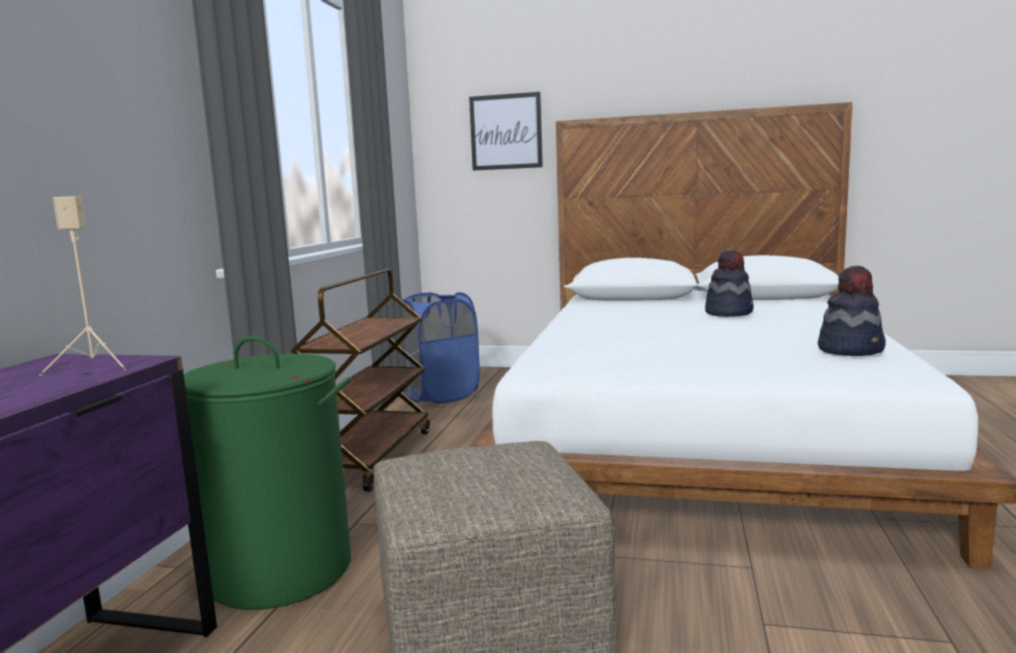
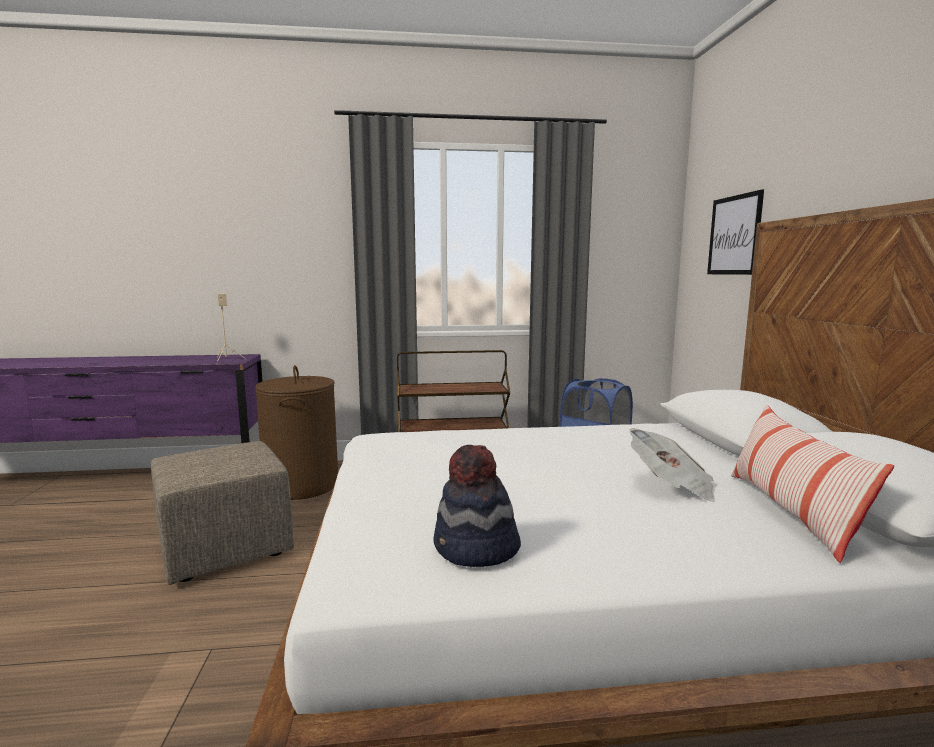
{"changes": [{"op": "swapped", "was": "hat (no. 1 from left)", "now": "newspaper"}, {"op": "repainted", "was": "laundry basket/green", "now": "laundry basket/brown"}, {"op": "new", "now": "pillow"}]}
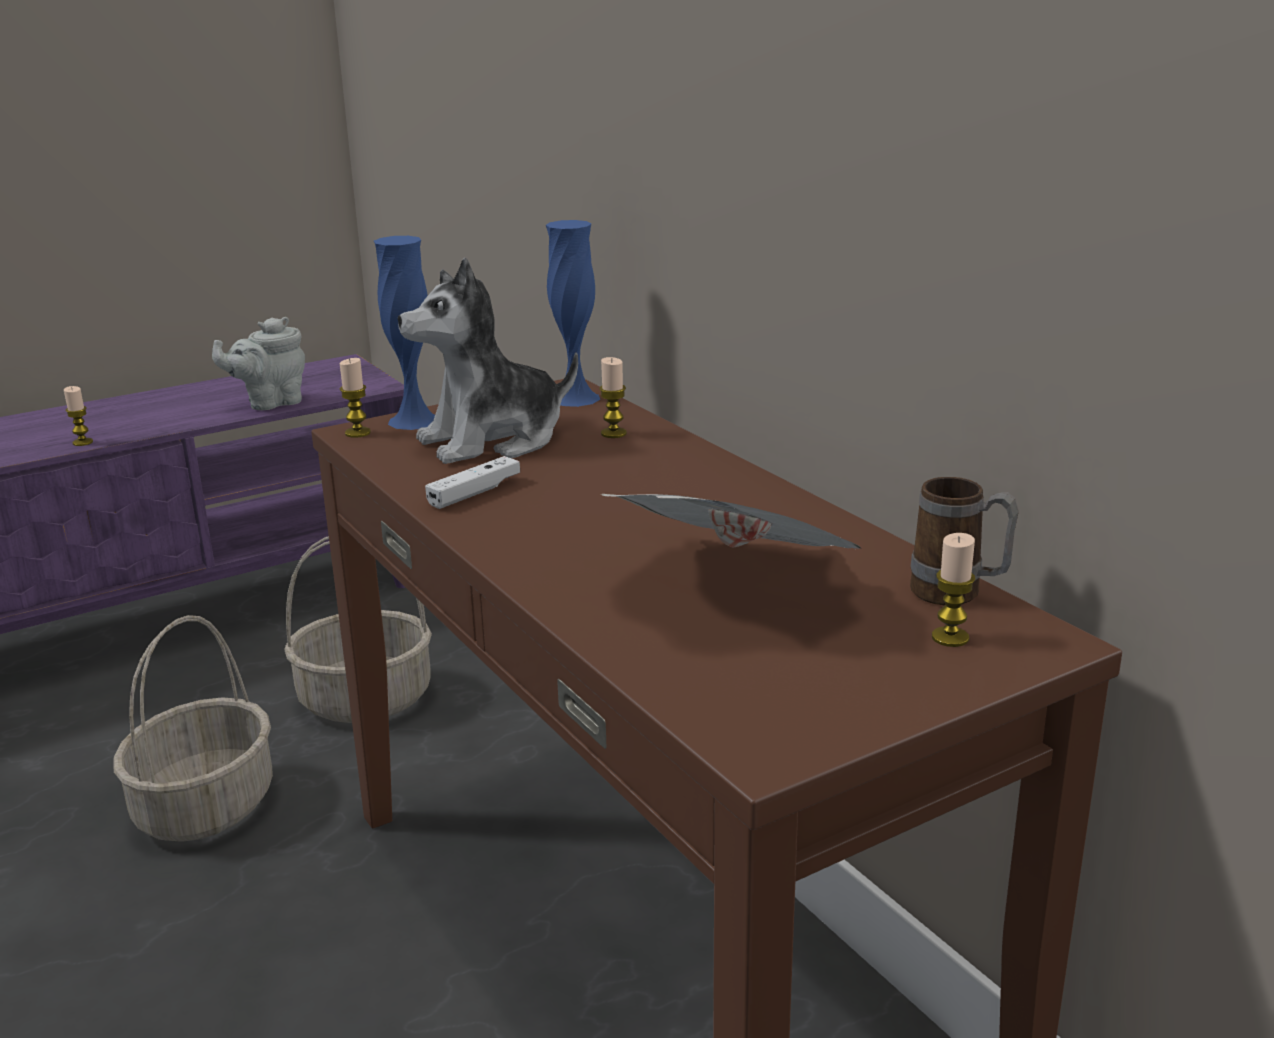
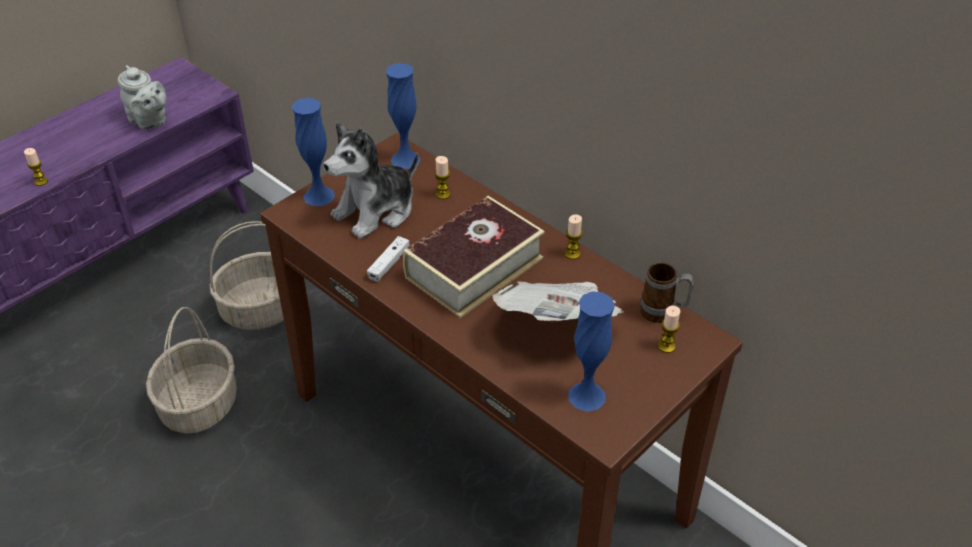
{"changes": [{"op": "rotated", "was": "teapot/grey", "clockwise": -90}, {"op": "shifted", "was": "candle (no. 2 from left in the first image)", "now": "candle (no. 3 from left)"}, {"op": "new", "now": "book"}, {"op": "new", "now": "vase/blue (no. 3 from left)"}]}
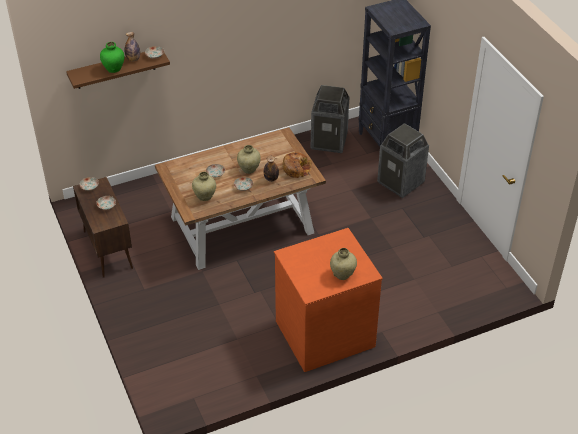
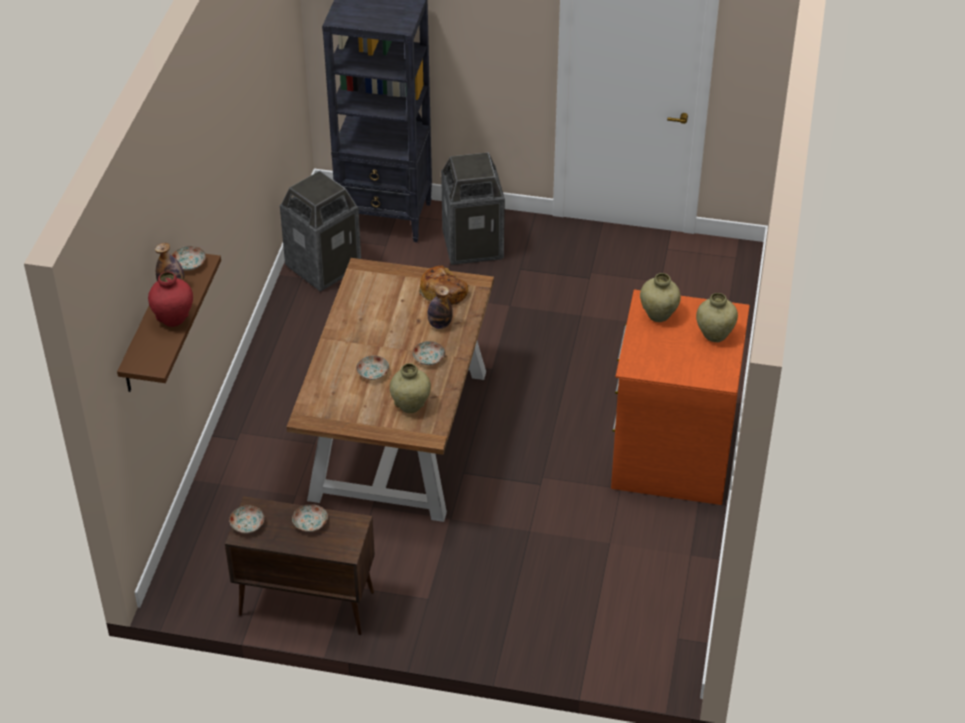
{"changes": [{"op": "repainted", "was": "vase/green", "now": "vase/red"}, {"op": "shifted", "was": "vase/beige (no. 2 from left)"}]}
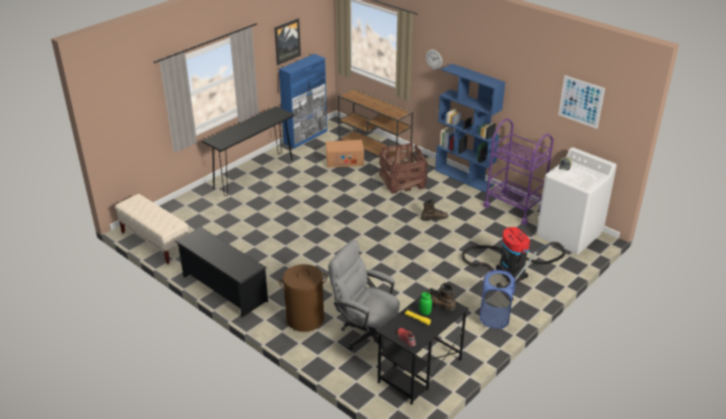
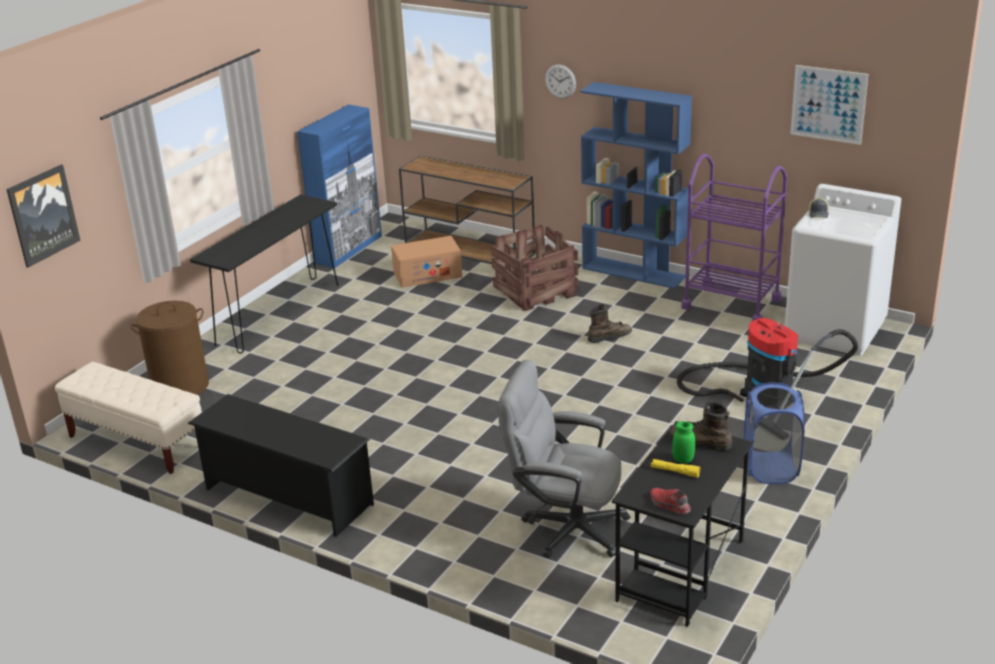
{"changes": [{"op": "shifted", "was": "picture (no. 1 from left)"}, {"op": "shifted", "was": "laundry basket/brown"}]}
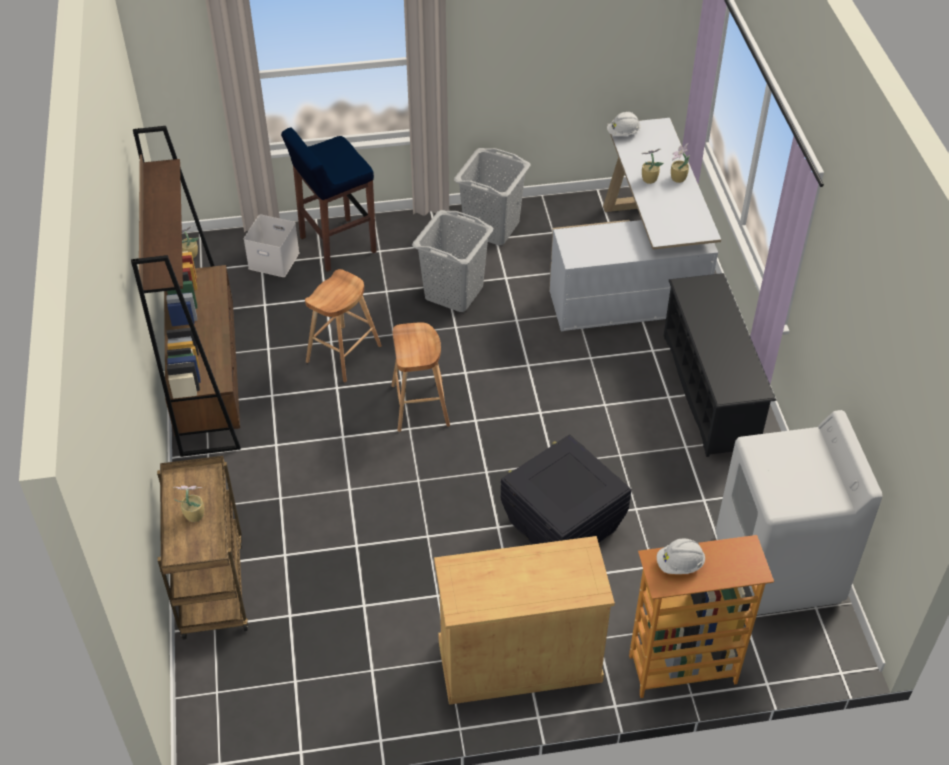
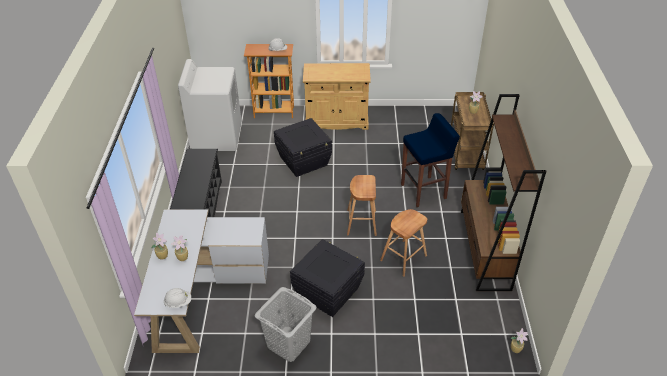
{"changes": [{"op": "shifted", "was": "stool/blue"}, {"op": "swapped", "was": "laundry basket/grey (no. 1 from left)", "now": "storage box/black (no. 2 from left)"}, {"op": "gone", "was": "storage box/white"}]}
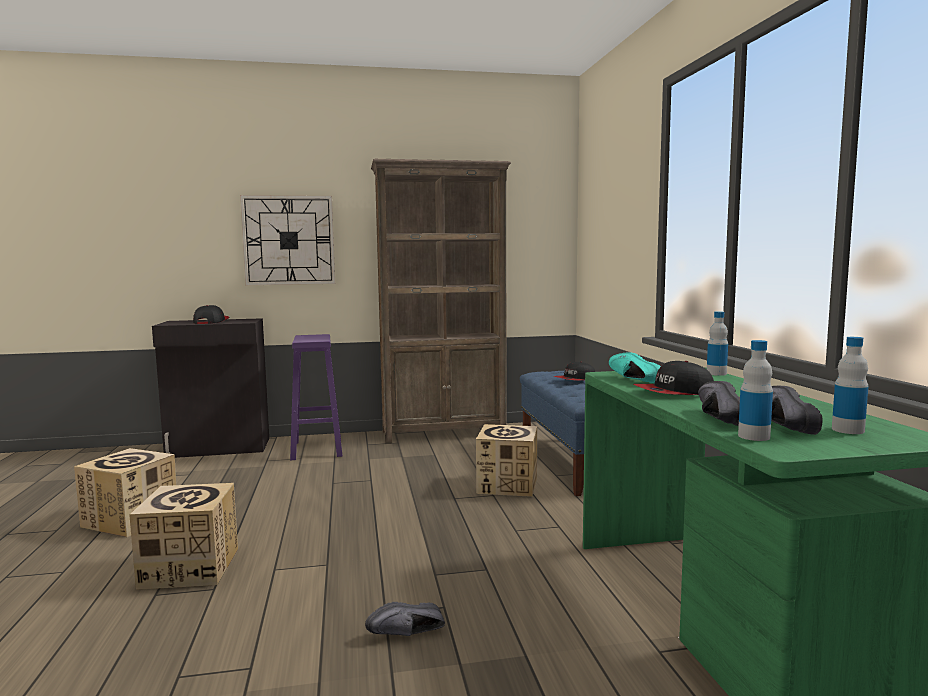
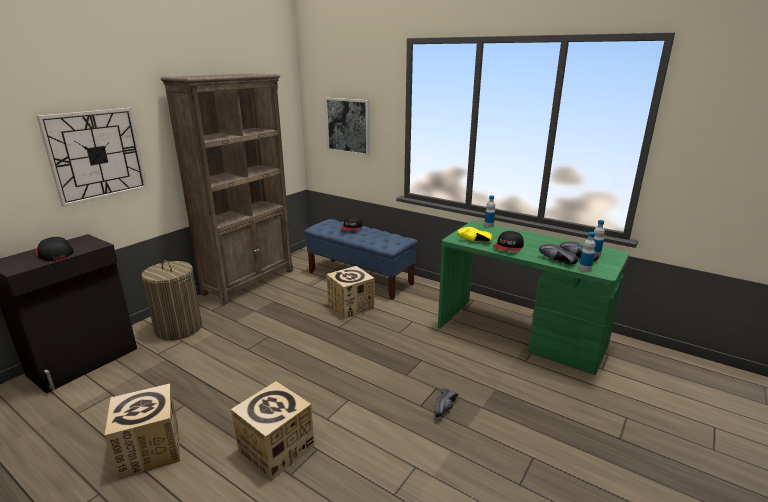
{"changes": [{"op": "swapped", "was": "stool/purple", "now": "laundry basket"}, {"op": "repainted", "was": "shoe/turquoise", "now": "shoe/yellow"}, {"op": "new", "now": "picture"}]}
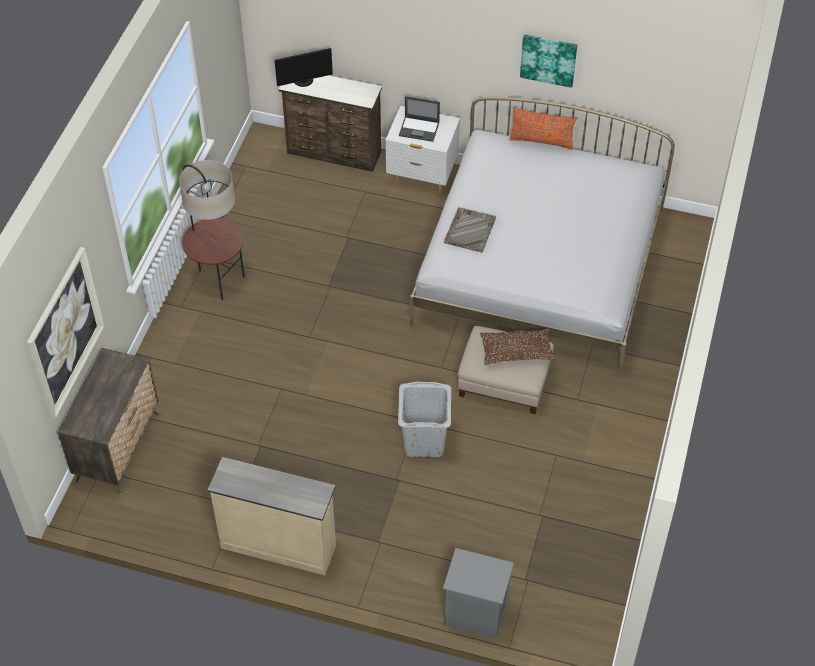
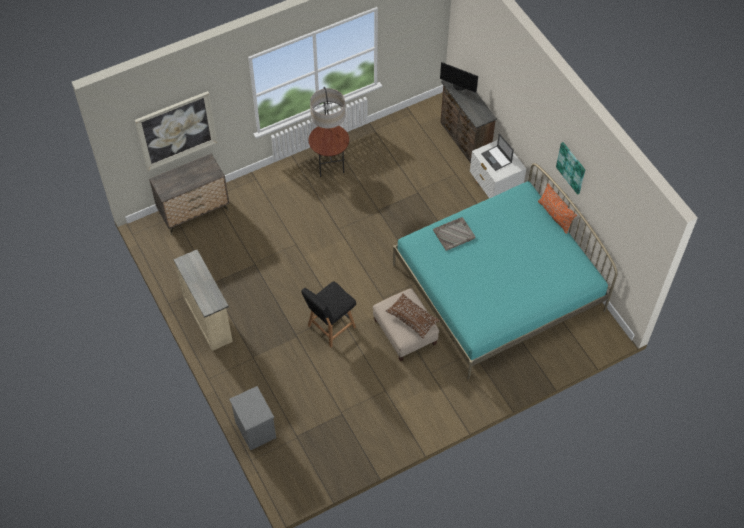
{"changes": [{"op": "repainted", "was": "bed/white", "now": "bed/turquoise"}, {"op": "swapped", "was": "laundry basket/grey", "now": "chair/black"}]}
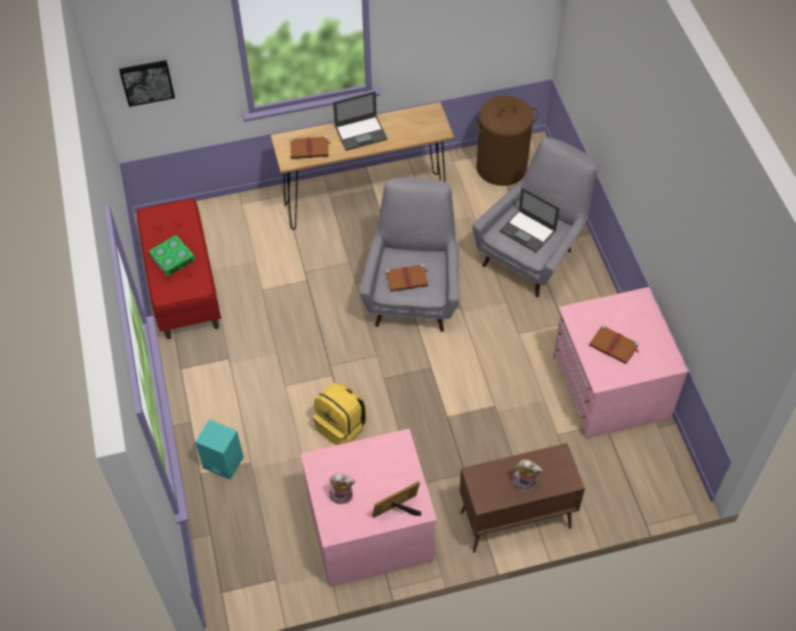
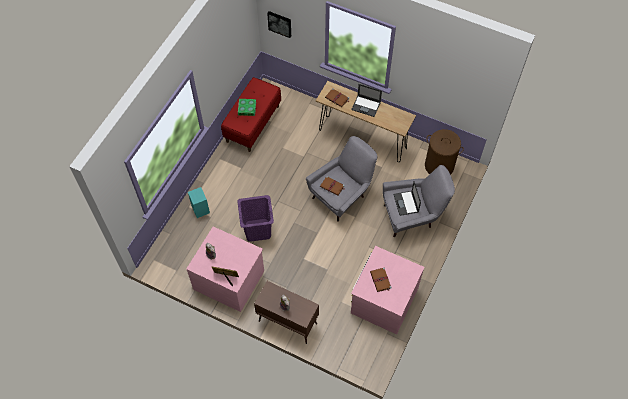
{"changes": [{"op": "swapped", "was": "backpack/yellow", "now": "laundry basket/purple"}]}
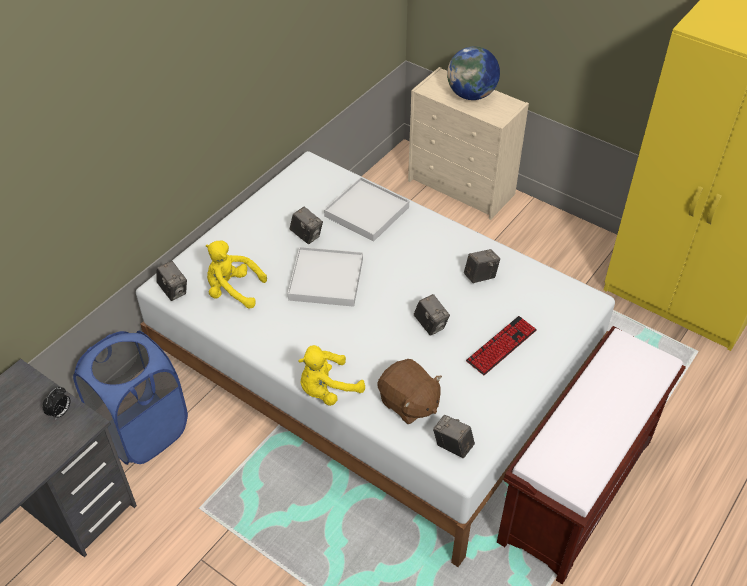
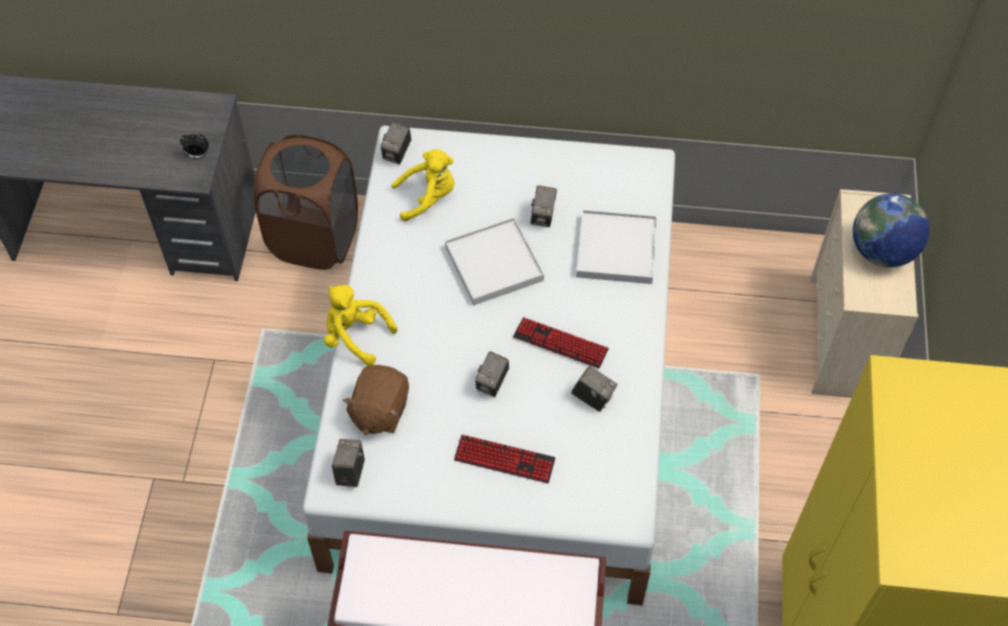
{"changes": [{"op": "rotated", "was": "plush toy/yellow (no. 1 from left in the first image)", "clockwise": 90}, {"op": "repainted", "was": "laundry basket/blue", "now": "laundry basket/brown"}, {"op": "new", "now": "keyboard (no. 2 from left)"}]}
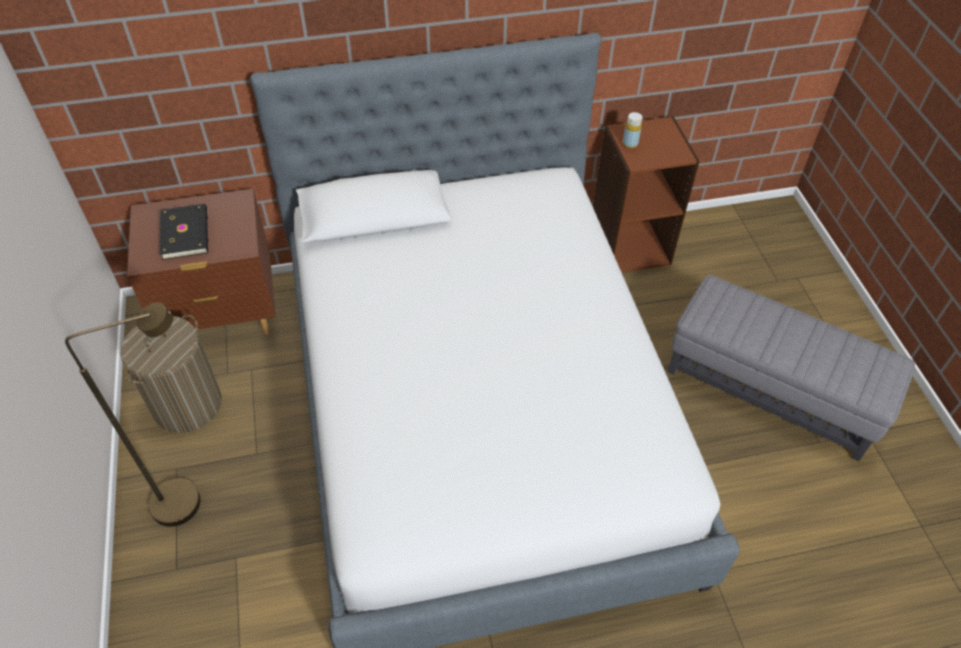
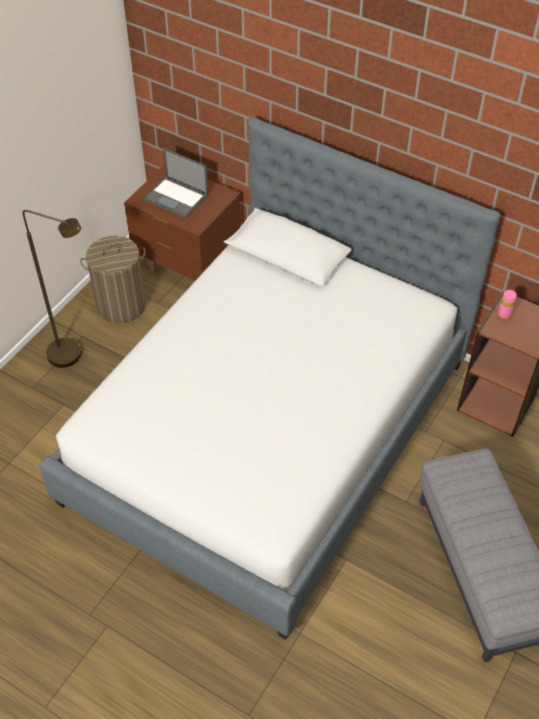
{"changes": [{"op": "repainted", "was": "bottle/yellow", "now": "bottle/pink"}, {"op": "swapped", "was": "book/black", "now": "laptop"}]}
